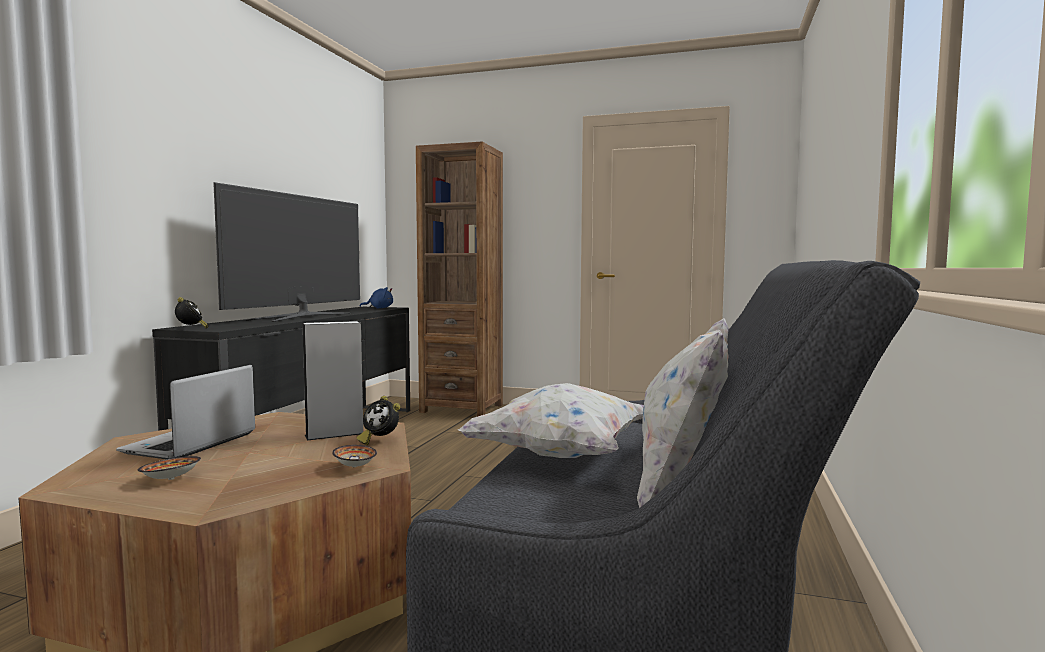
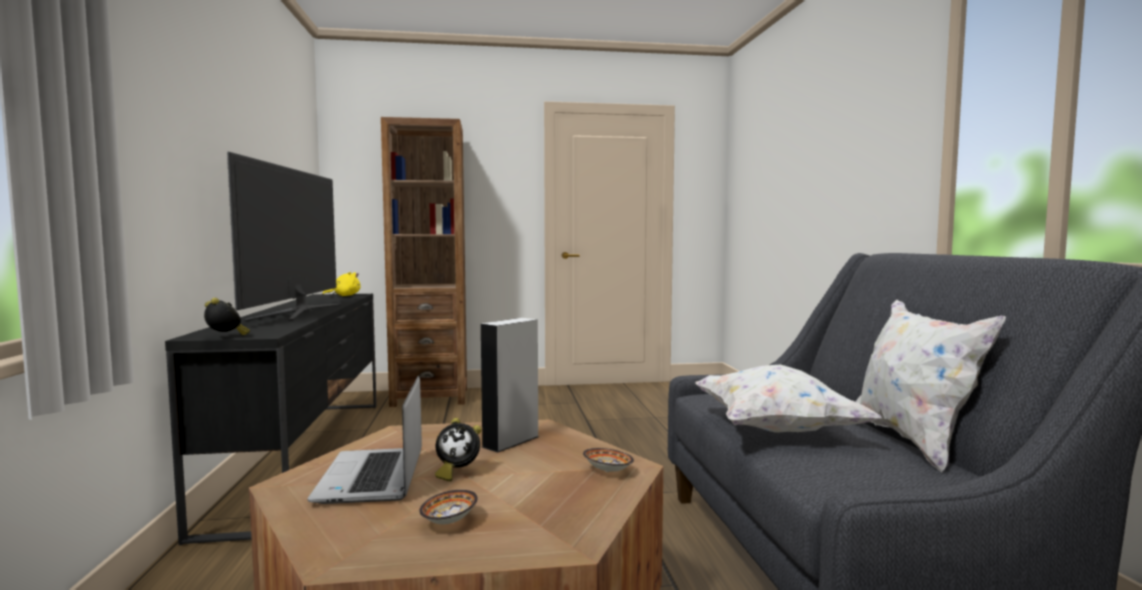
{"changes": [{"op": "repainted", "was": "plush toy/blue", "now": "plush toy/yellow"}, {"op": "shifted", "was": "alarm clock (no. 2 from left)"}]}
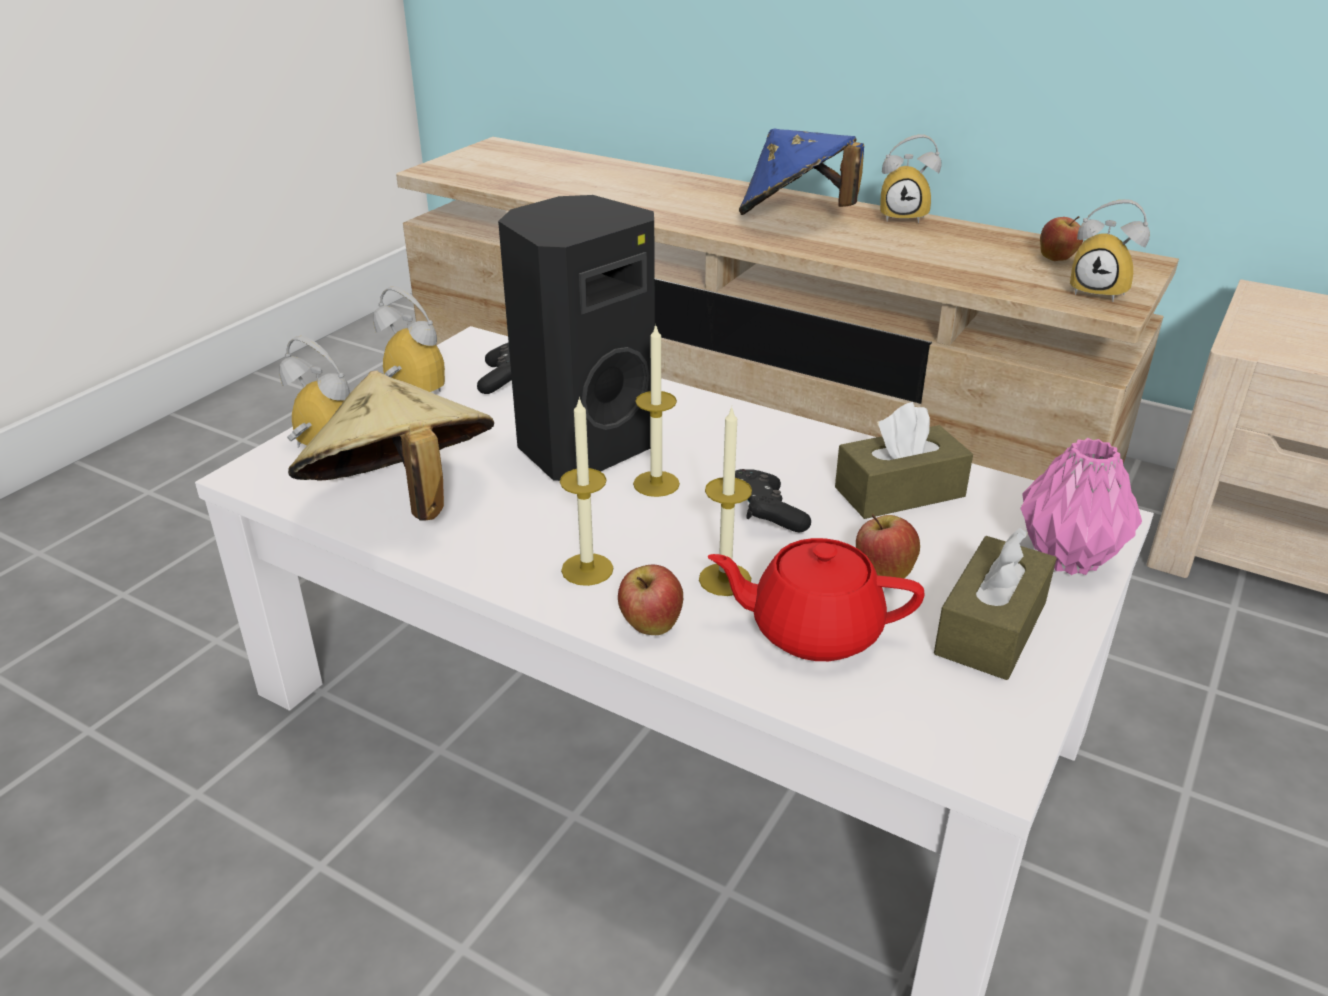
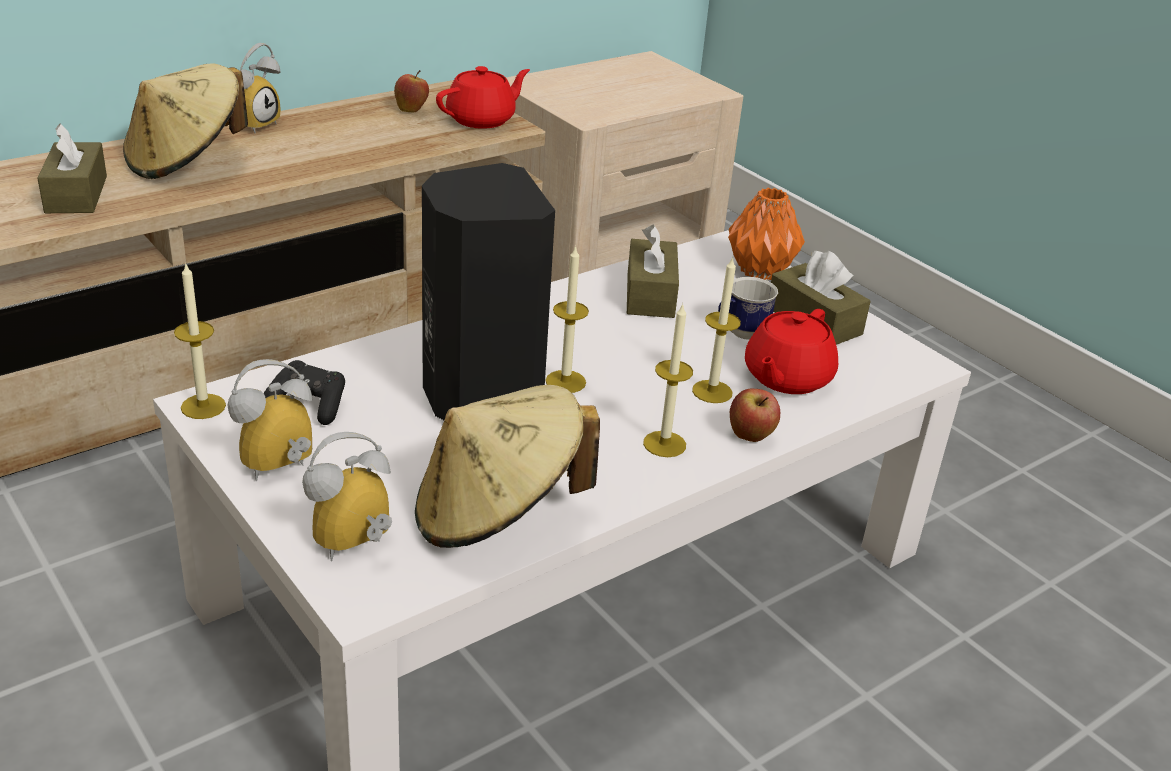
{"changes": [{"op": "repainted", "was": "hat/blue", "now": "hat/beige (no. 1 from left)"}, {"op": "swapped", "was": "alarm clock (no. 4 from left)", "now": "teapot/red (no. 1 from left)"}, {"op": "repainted", "was": "vase/pink", "now": "vase/orange"}, {"op": "gone", "was": "game controller/black (no. 2 from left)"}, {"op": "swapped", "was": "apple (no. 2 from left)", "now": "mug"}, {"op": "new", "now": "tissue box/brown (no. 1 from left)"}, {"op": "new", "now": "candle (no. 1 from left)"}]}
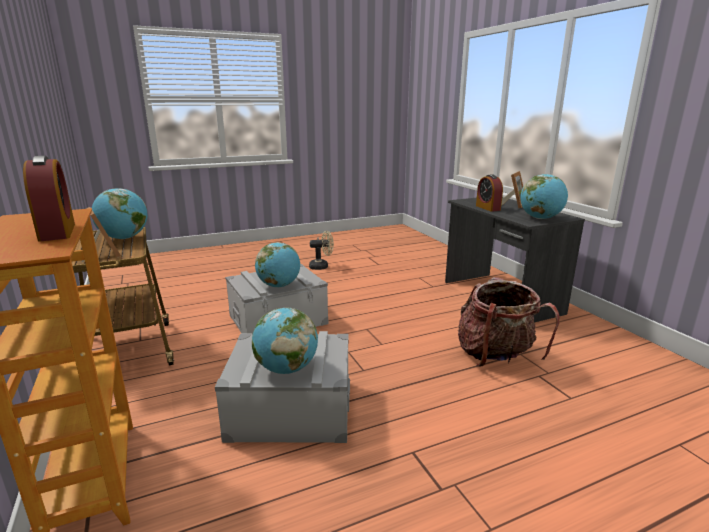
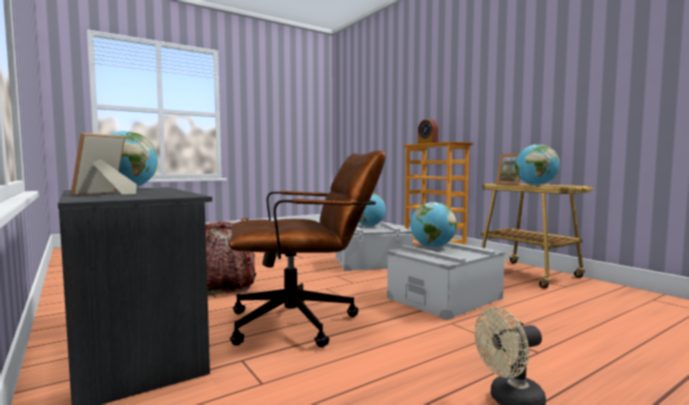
{"changes": [{"op": "gone", "was": "alarm clock (no. 2 from left)"}, {"op": "new", "now": "office chair/brown"}]}
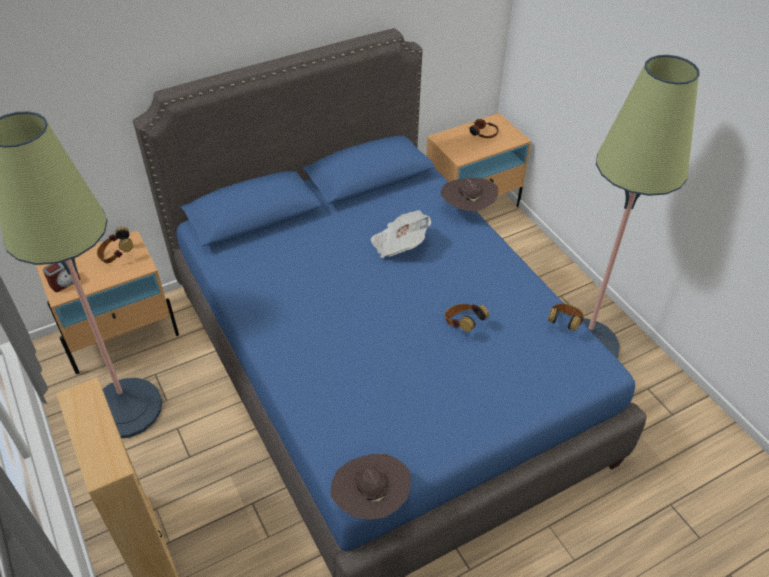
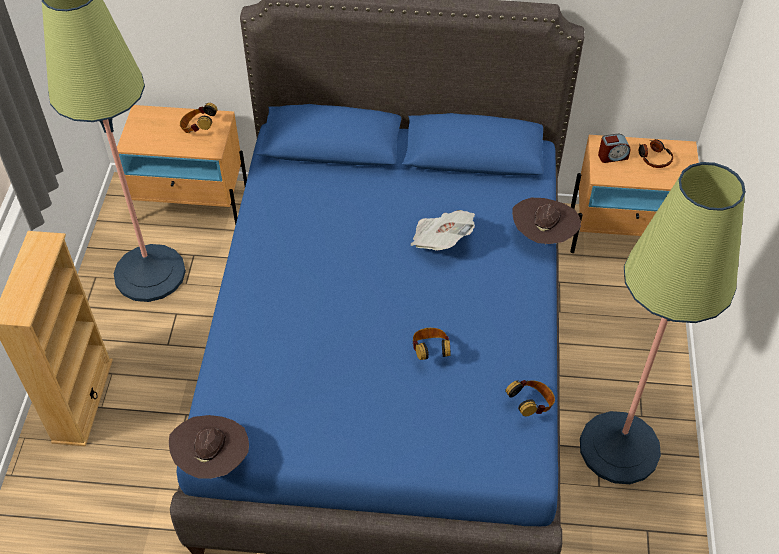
{"changes": [{"op": "shifted", "was": "alarm clock"}]}
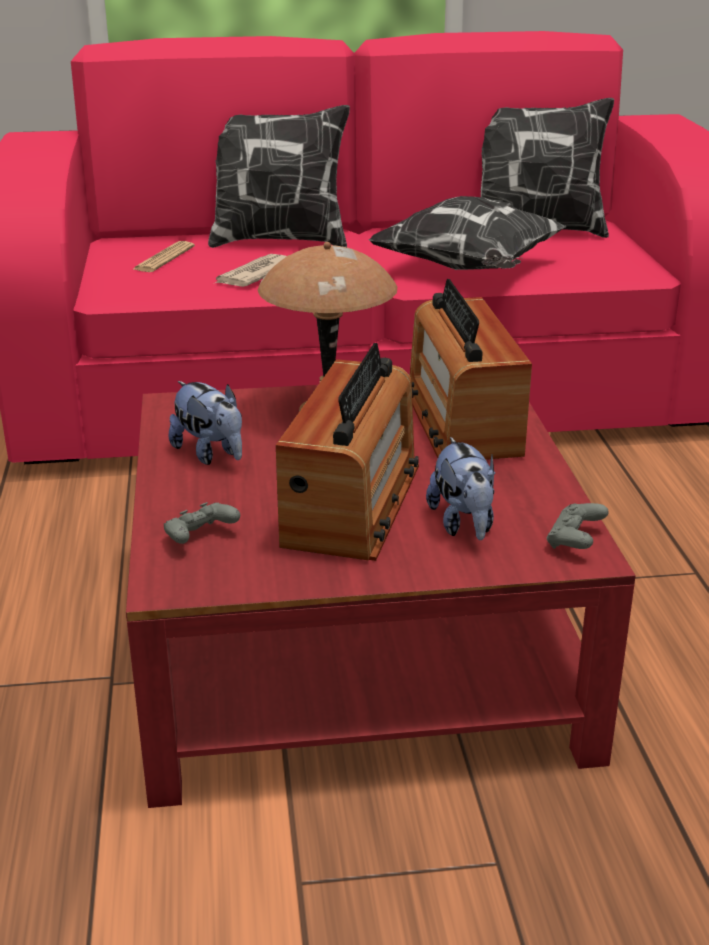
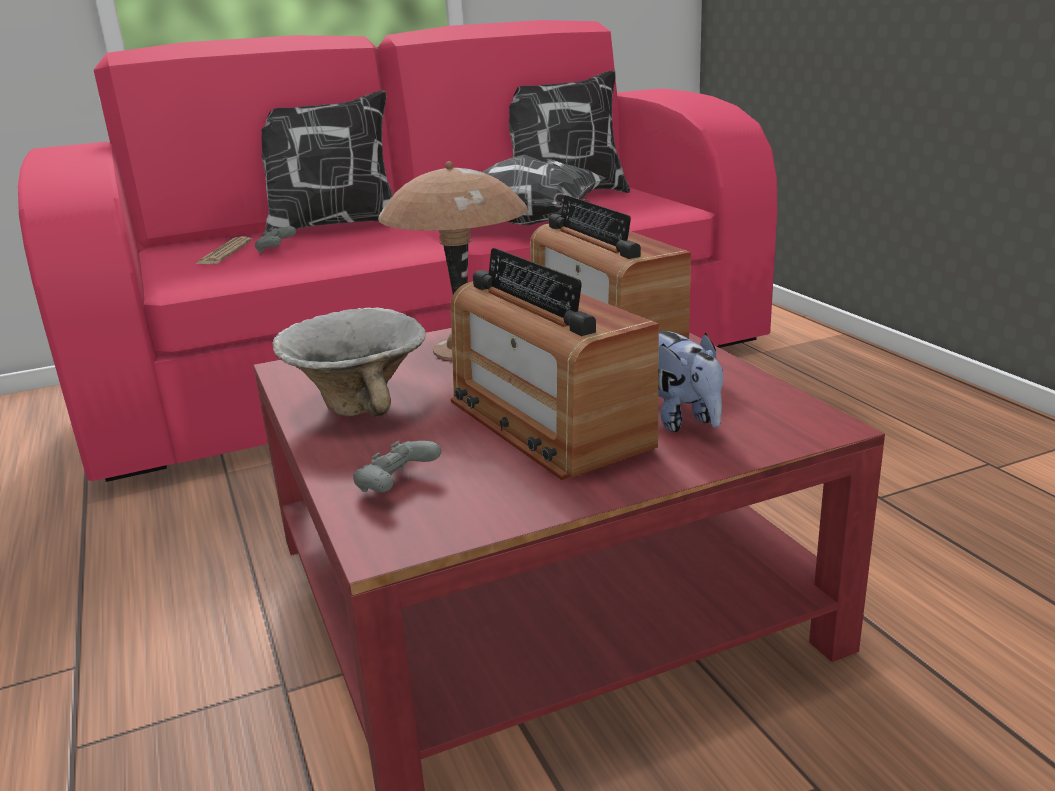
{"changes": [{"op": "gone", "was": "newspaper (no. 2 from left)"}, {"op": "rotated", "was": "radio (no. 1 from left)", "clockwise": 150}, {"op": "swapped", "was": "plush toy (no. 1 from left)", "now": "bowl"}, {"op": "shifted", "was": "game controller/grey (no. 2 from left in the first image)", "now": "game controller/grey (no. 1 from left)"}]}
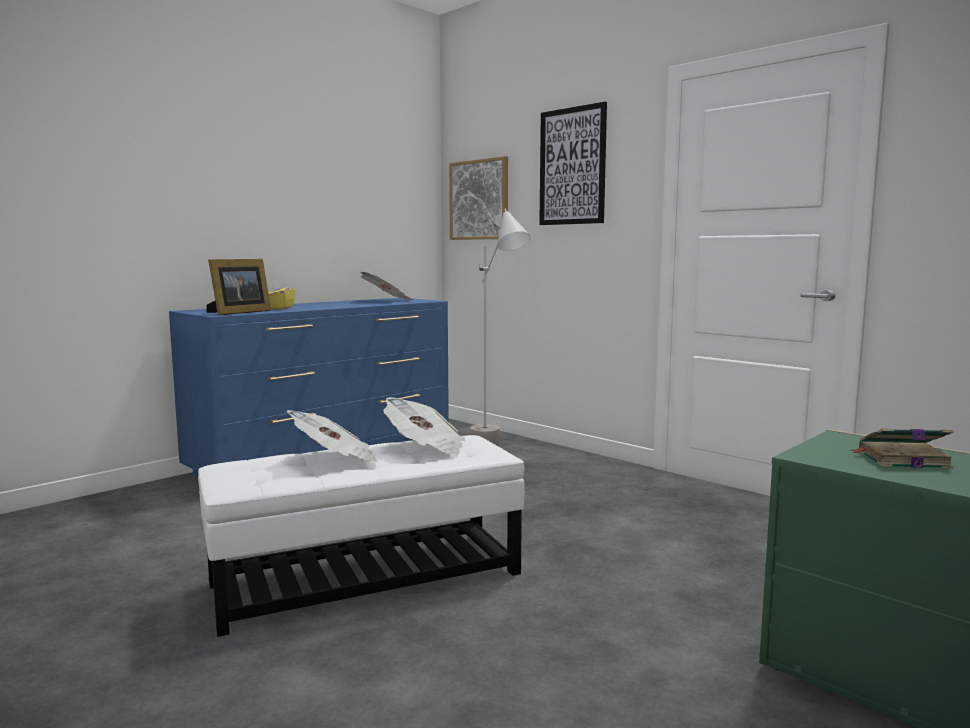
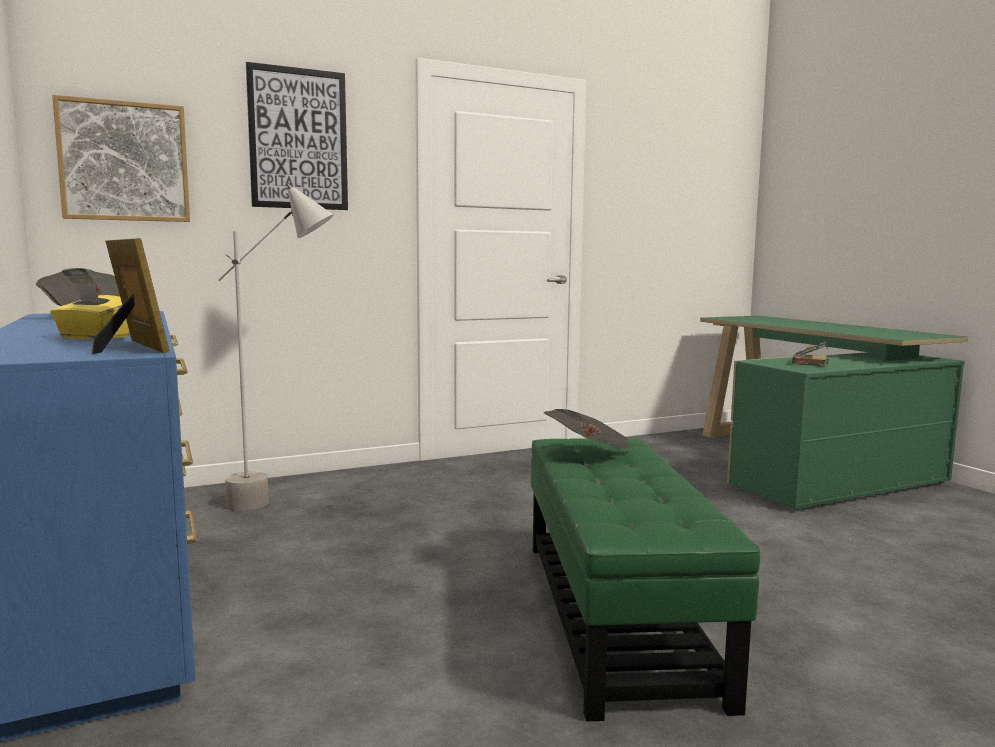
{"changes": [{"op": "gone", "was": "newspaper (no. 1 from left)"}, {"op": "repainted", "was": "ottoman/white", "now": "ottoman/green"}]}
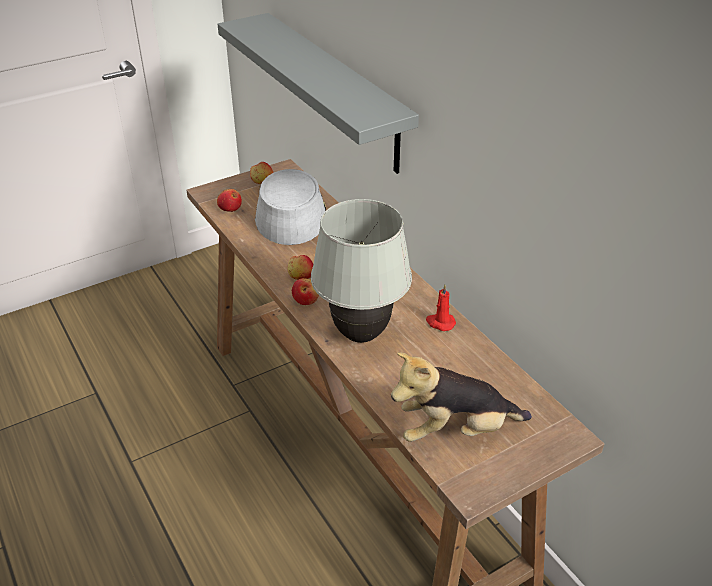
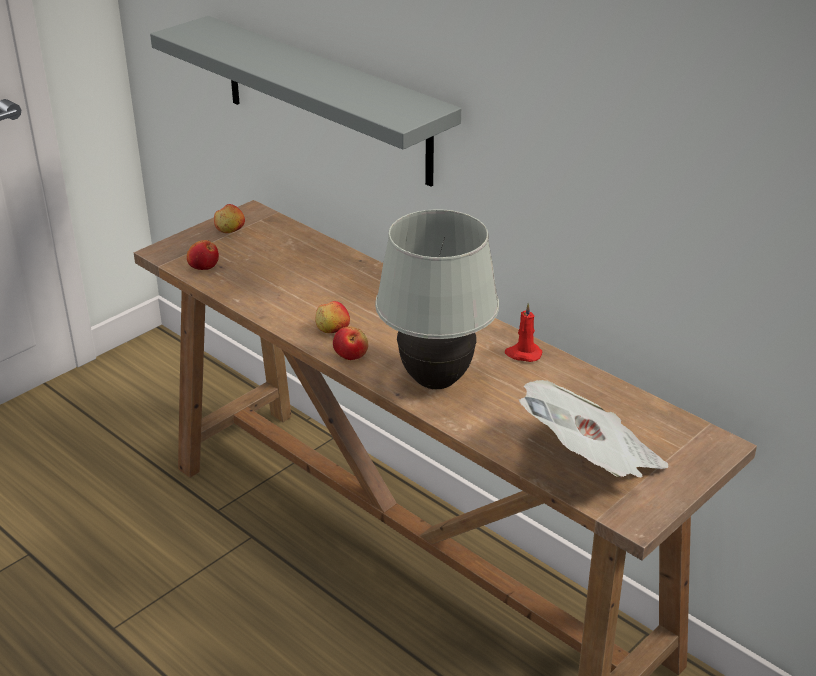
{"changes": [{"op": "gone", "was": "hat/grey"}, {"op": "swapped", "was": "plush toy", "now": "newspaper"}]}
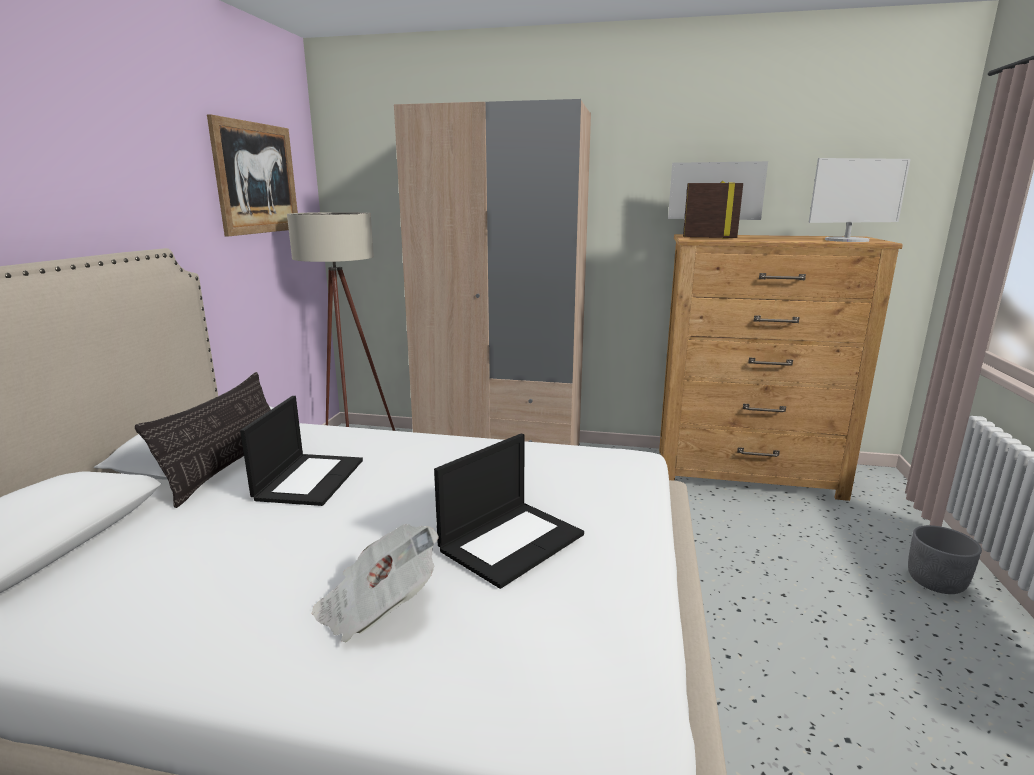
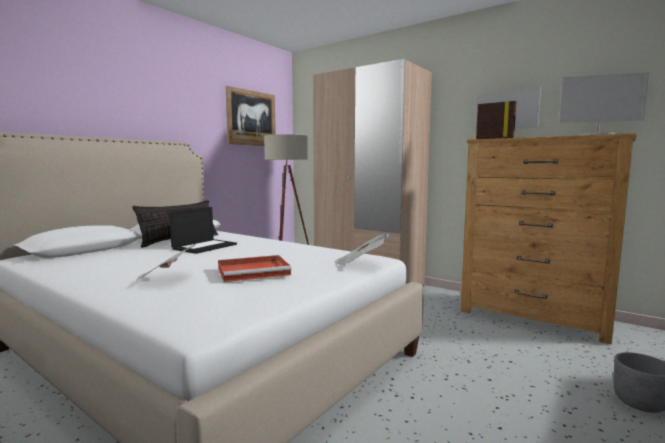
{"changes": [{"op": "swapped", "was": "laptop (no. 2 from left)", "now": "tray/red"}, {"op": "new", "now": "newspaper (no. 2 from left)"}]}
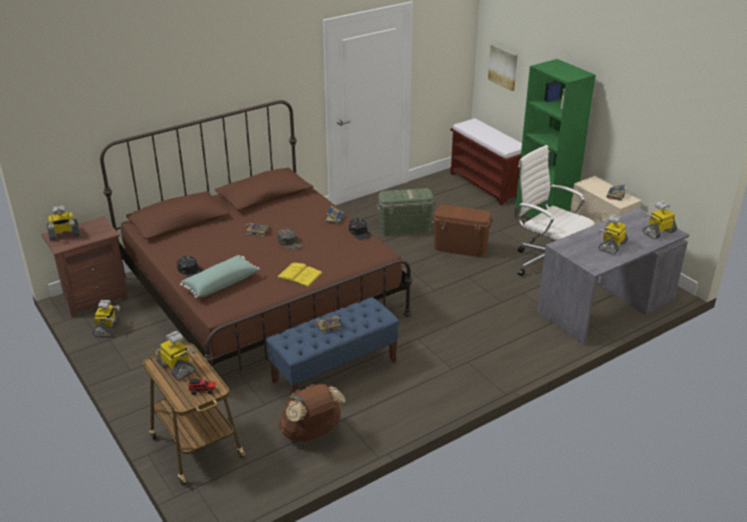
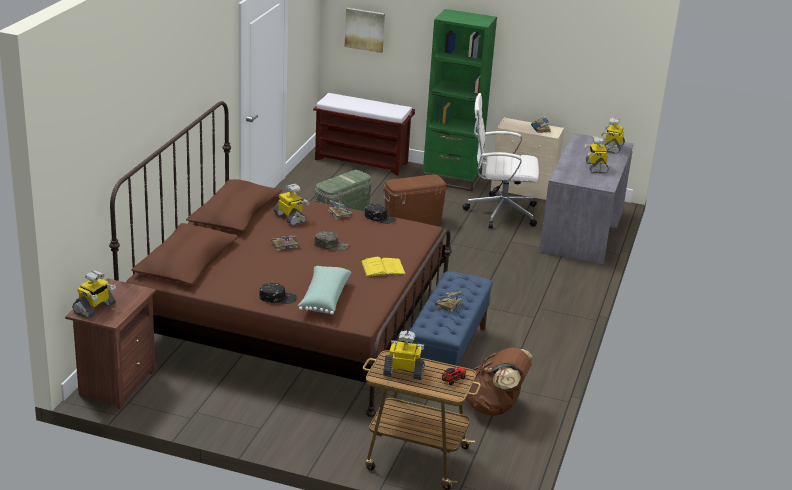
{"changes": [{"op": "shifted", "was": "toy robot (no. 2 from left)"}]}
